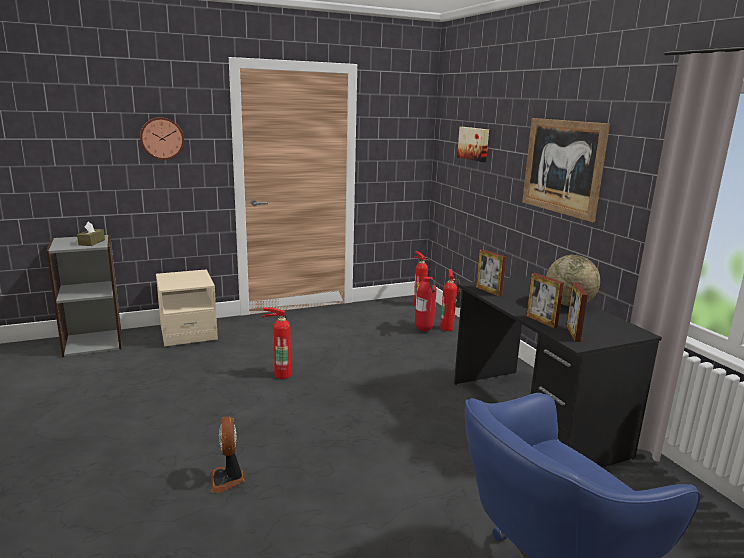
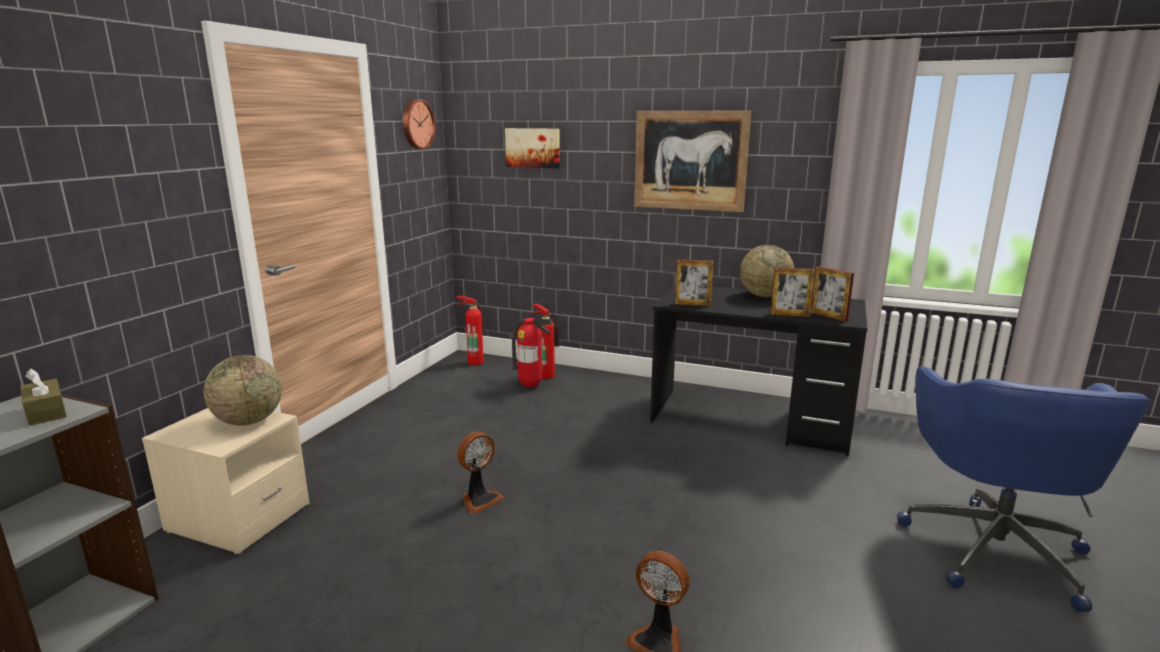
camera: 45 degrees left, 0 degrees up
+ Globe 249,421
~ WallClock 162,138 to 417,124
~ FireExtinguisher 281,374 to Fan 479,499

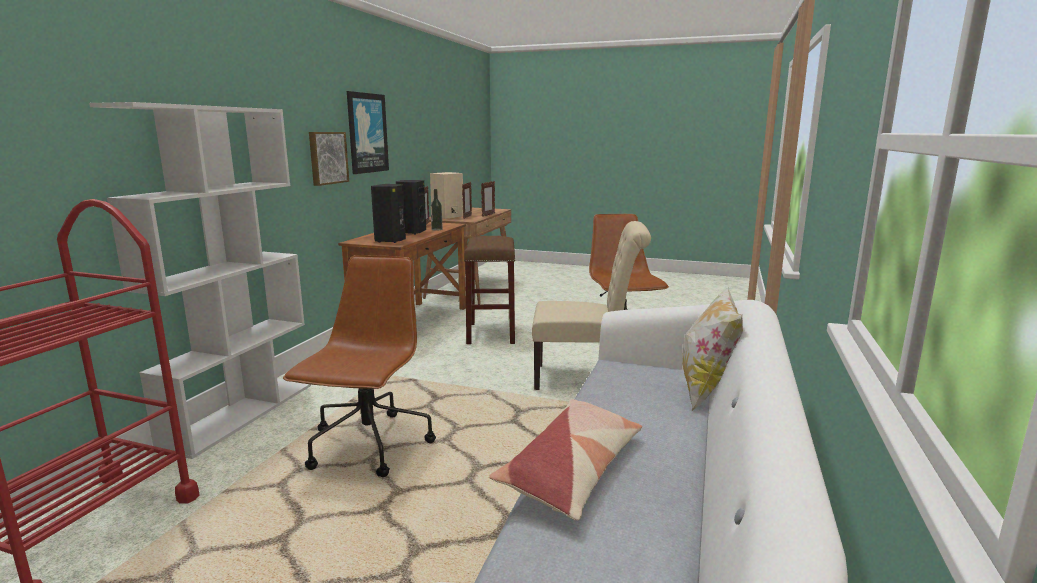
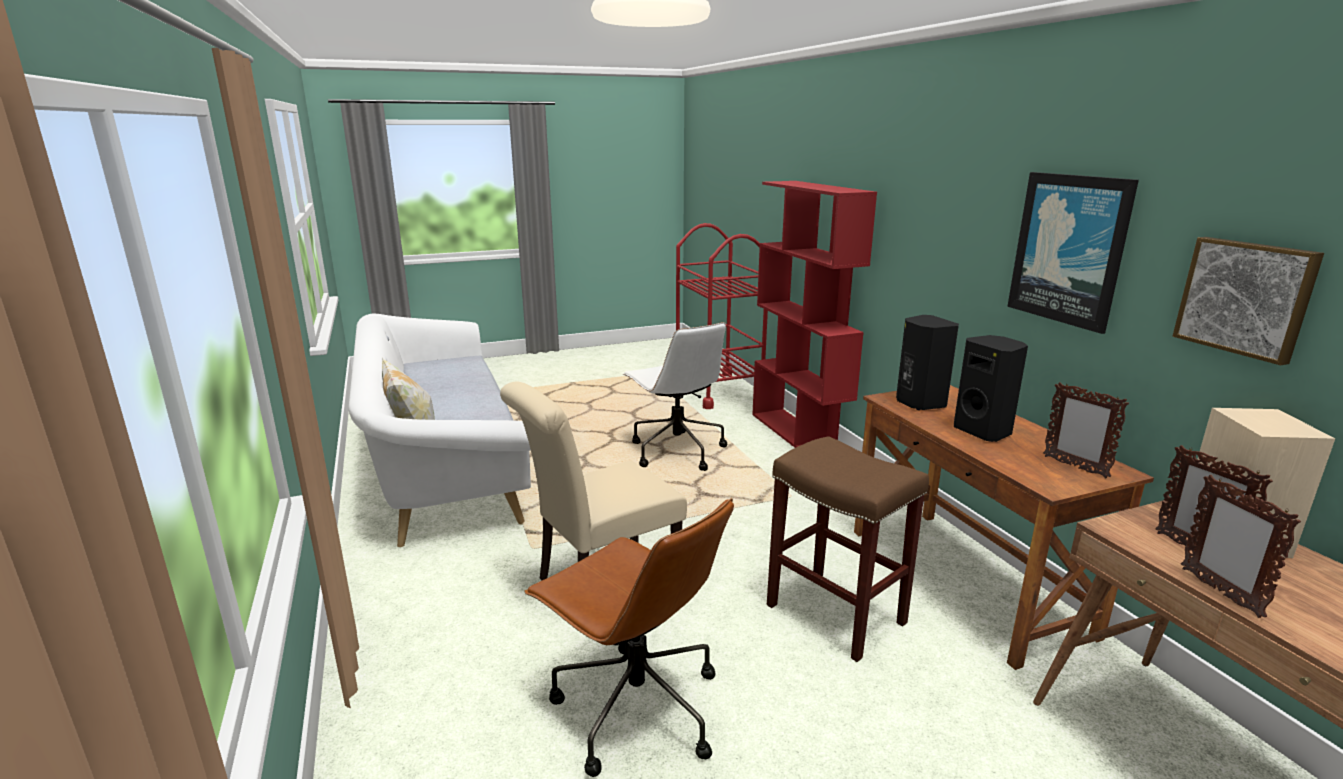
camera: 140 degrees right, 5 degrees up
- Bottle 437,229
- Pillow 573,469
~ Picture 327,158 to 1246,297
~ WhiteBookcase 241,414 to RedBookcase 799,435
~ BrownOfficeChair 369,446 to WhiteOfficeChair 676,451

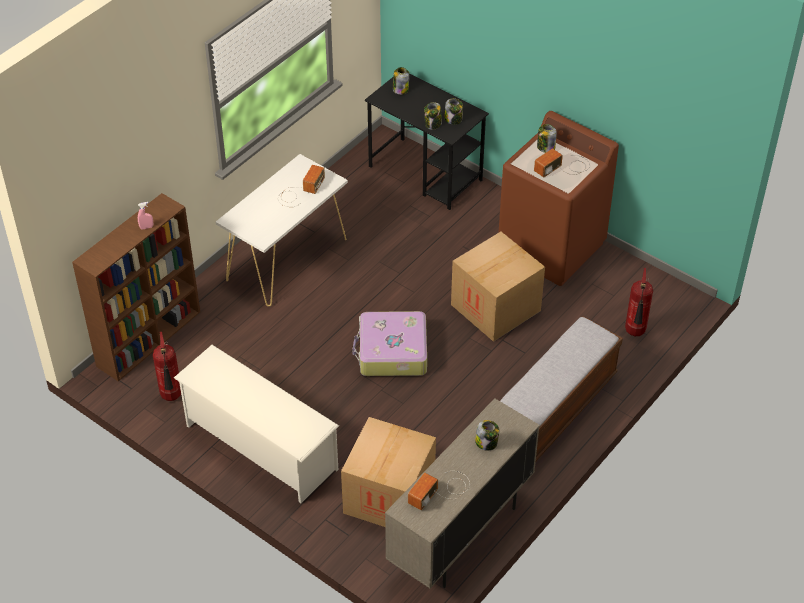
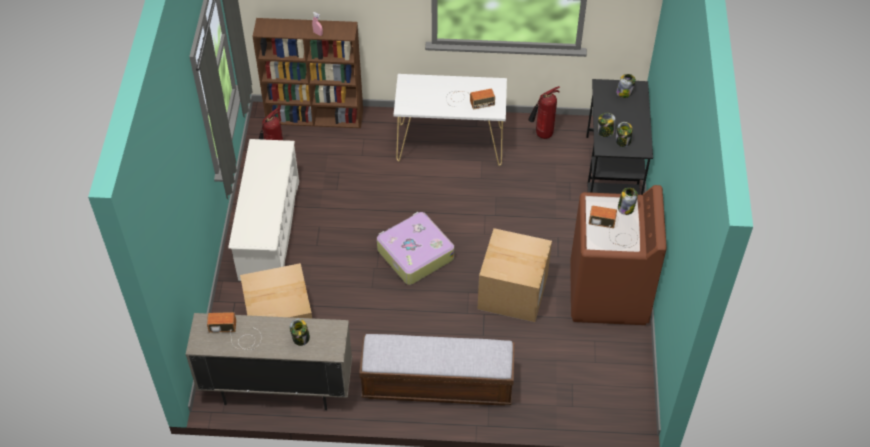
camera: 55 degrees right, 5 degrees up
~ FireExtinguisher 635,333 to 542,135

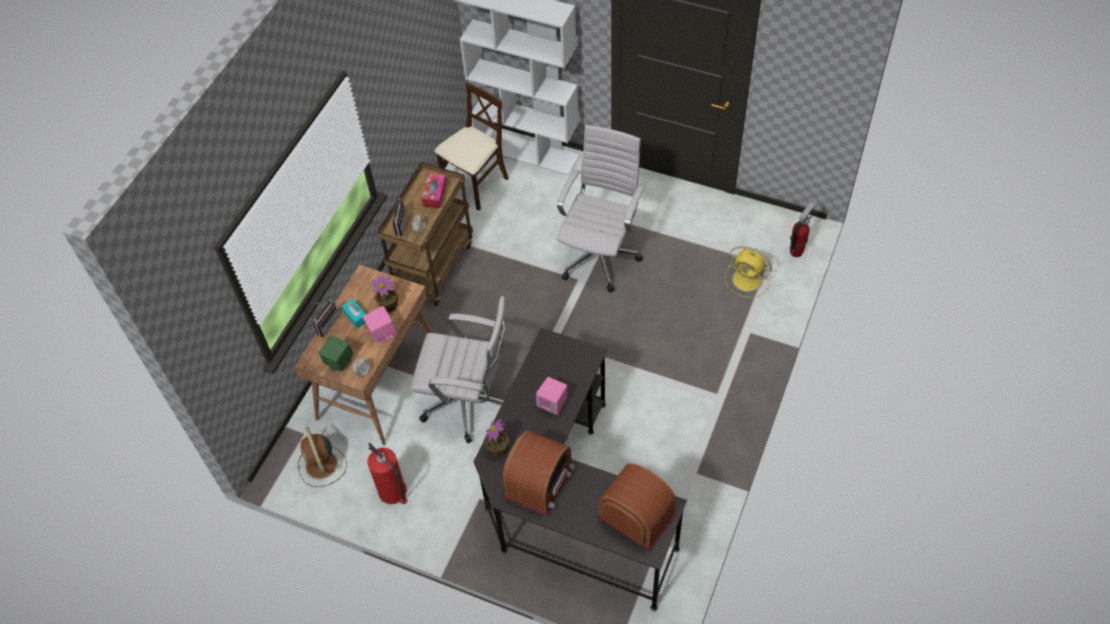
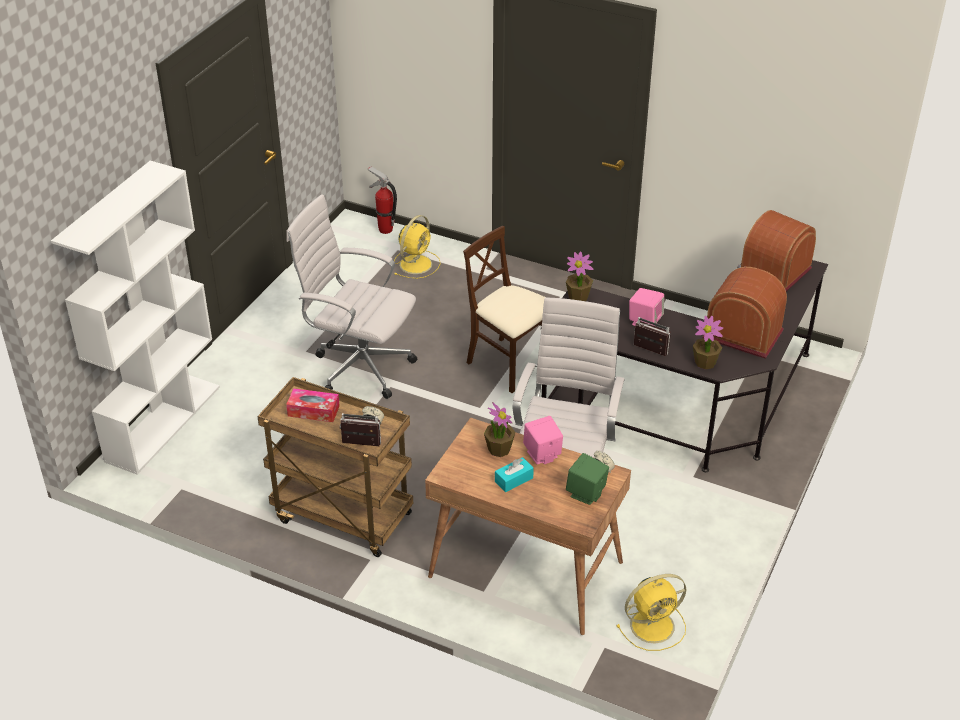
camera: 90 degrees left, 15 degrees down
- FireExtinguisher 393,492
+ PottedPlant 578,297
~ Radio 325,324 to 648,351
~ BeigeChair 476,185 to 509,364
~ BrownFan 322,466 to YellowFan 654,625

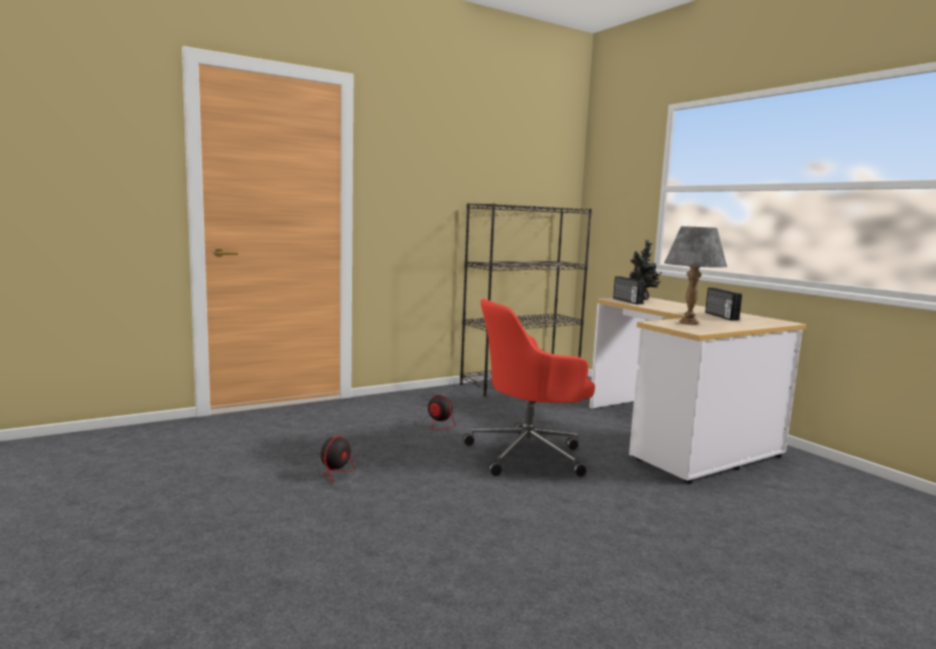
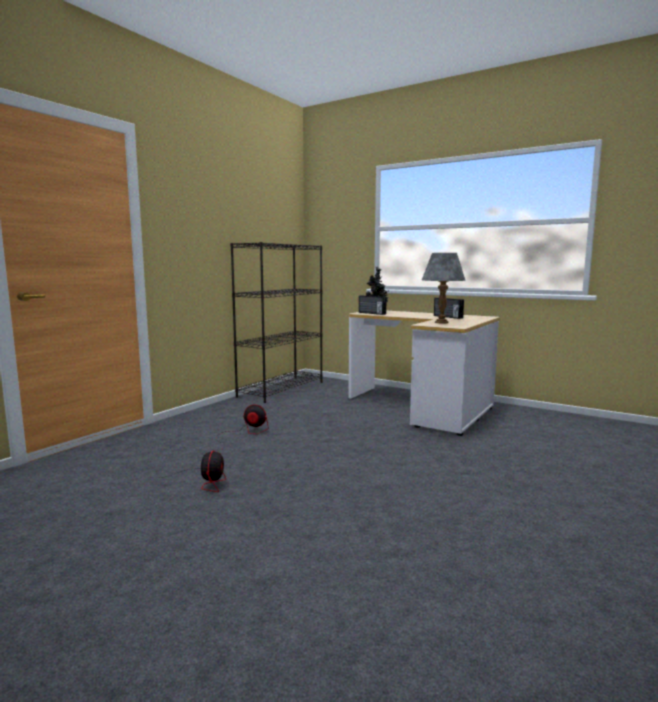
camera: 25 degrees left, 0 degrees up
- RedOfficeChair 528,454

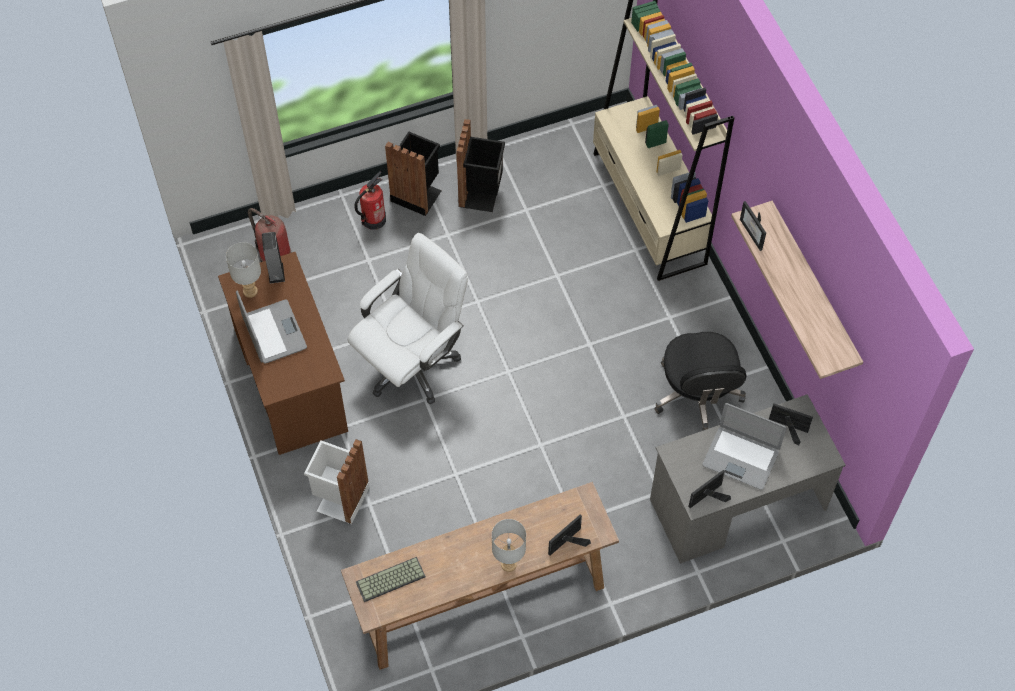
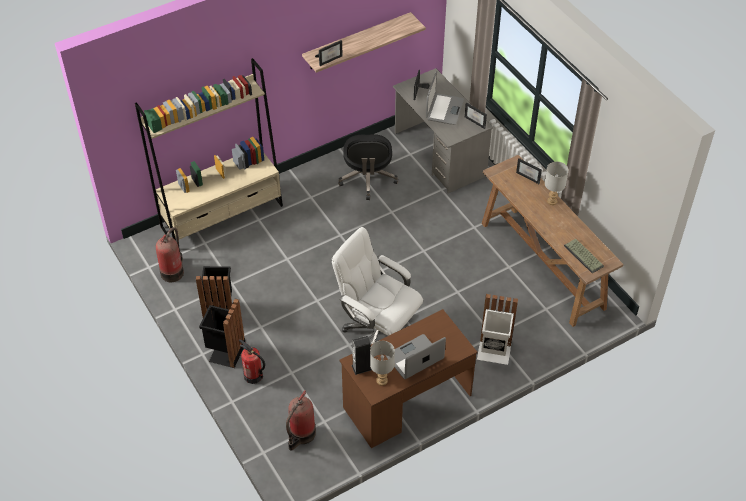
camera: 100 degrees left, 10 degrees down
+ FireExtinguisher 173,271
~ BlackOfficeChair 697,395 = 367,178 105 degrees clockwise

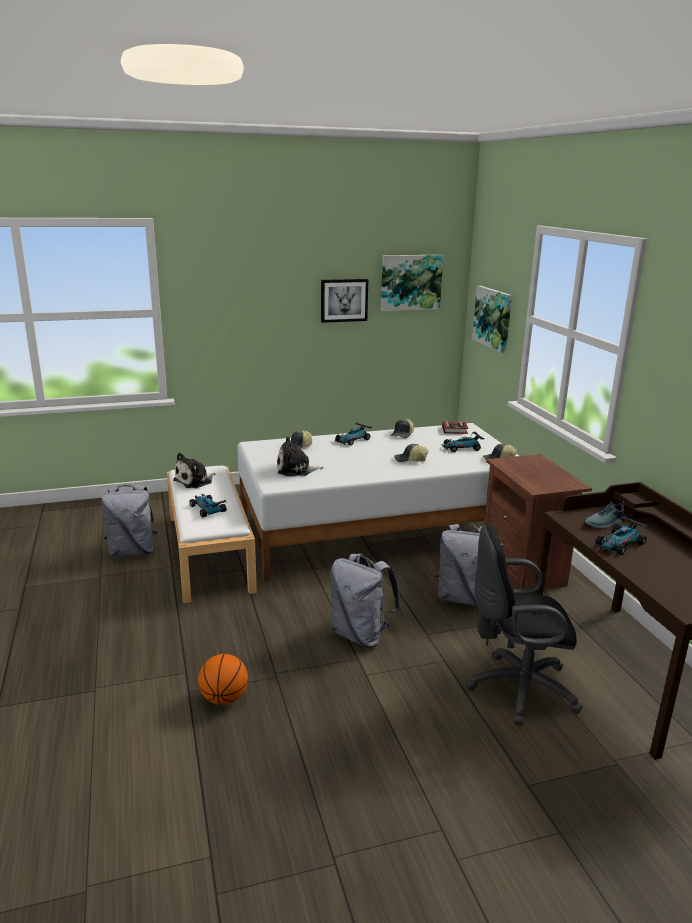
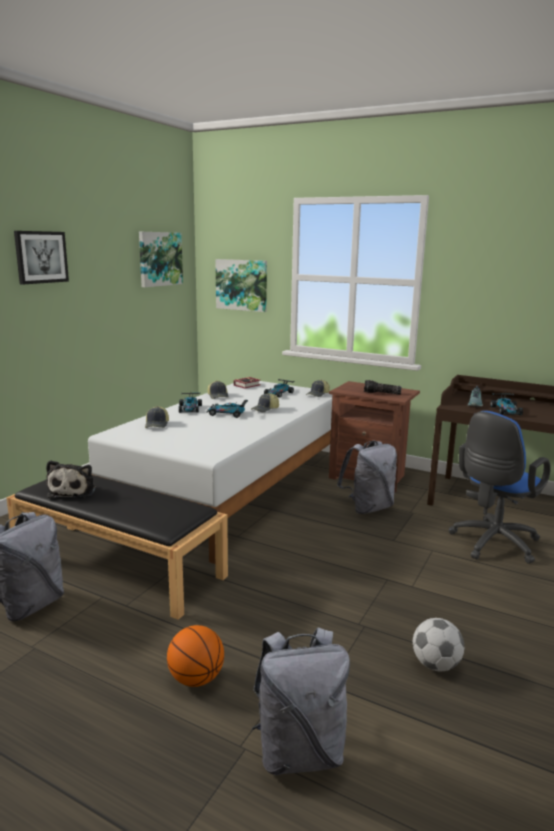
camera: 45 degrees left, 5 degrees down
- PlushToy 296,469
+ Flashlight 381,393
+ Football 436,665
~ ToyCar 207,509 to 227,414
~ Basketball 224,698 to 196,678
~ Picture 344,300 to 41,257
~ GreyBackpack 361,635 to 299,752
~ WhiteBench 210,552 to BlackBench 120,566
~ BlackOfficeChair 516,688 to BlueOfficeChair 492,544

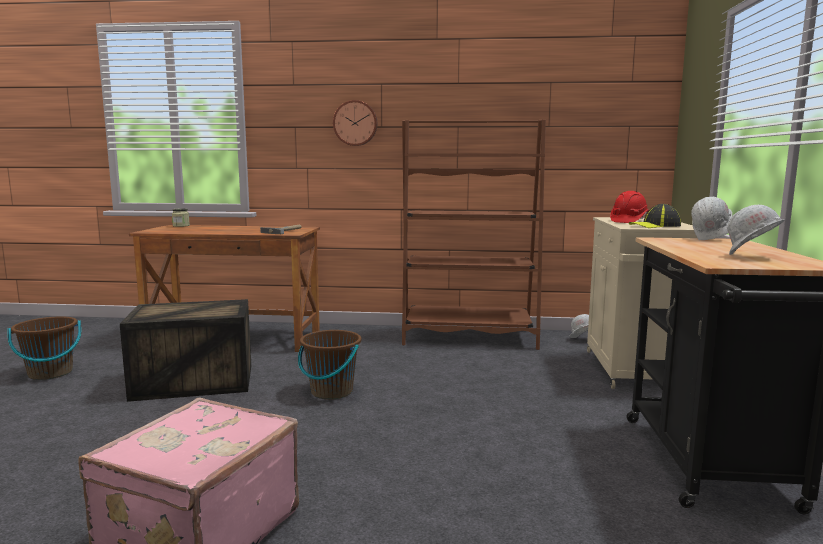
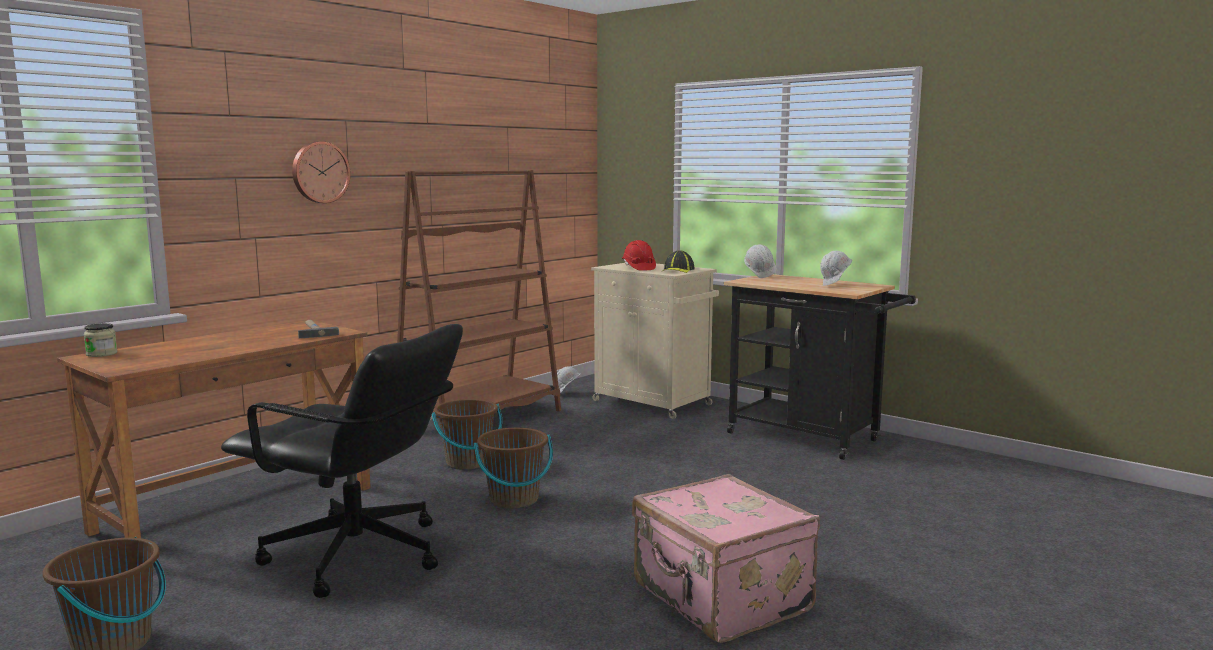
camera: 55 degrees left, 0 degrees up
+ BrownBucket 468,463
~ Crate 192,382 to BlackOfficeChair 357,556

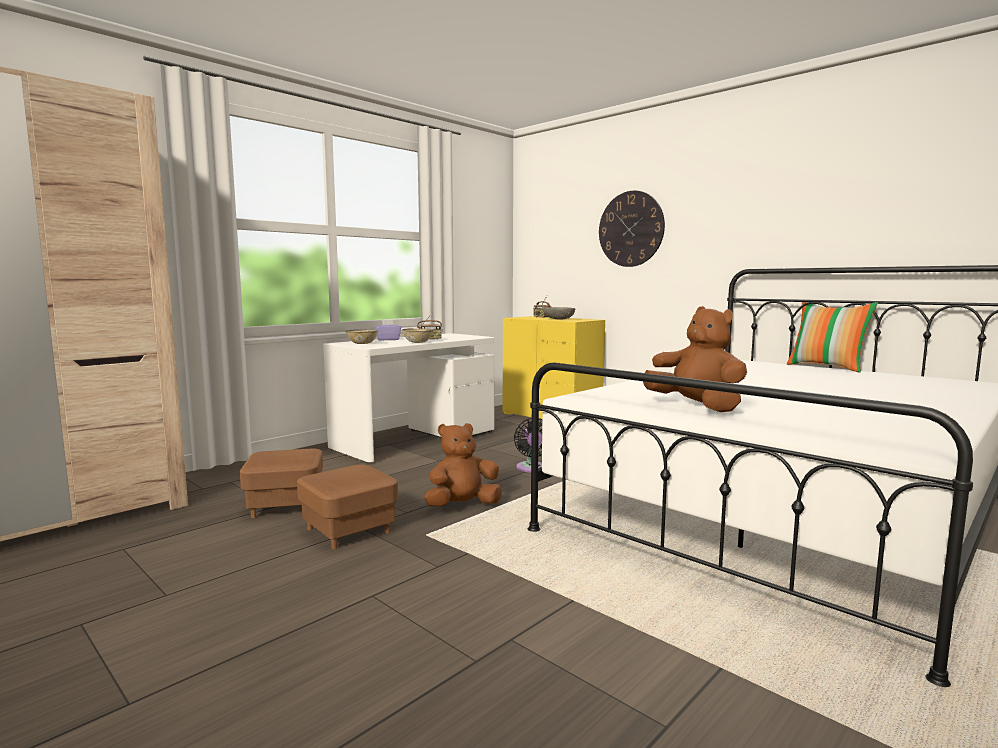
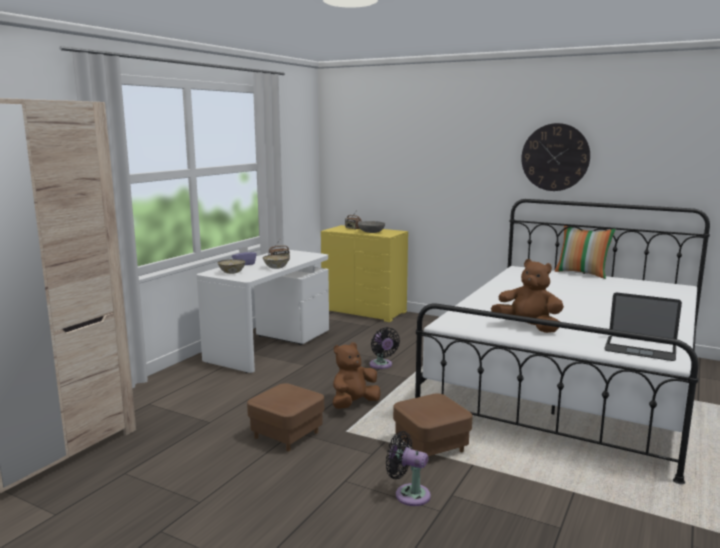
camera: 15 degrees left, 5 degrees up
+ BlackFan 408,494
+ Laptop 640,348
~ BrownOttoman 285,505 to 431,447
~ WallClock 631,229 to 555,157

